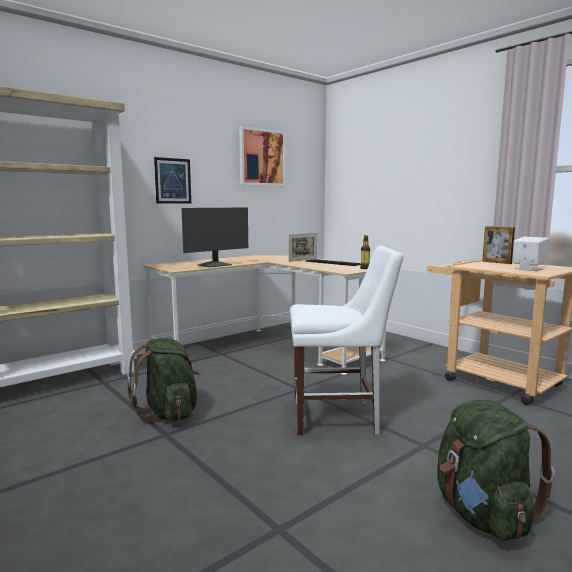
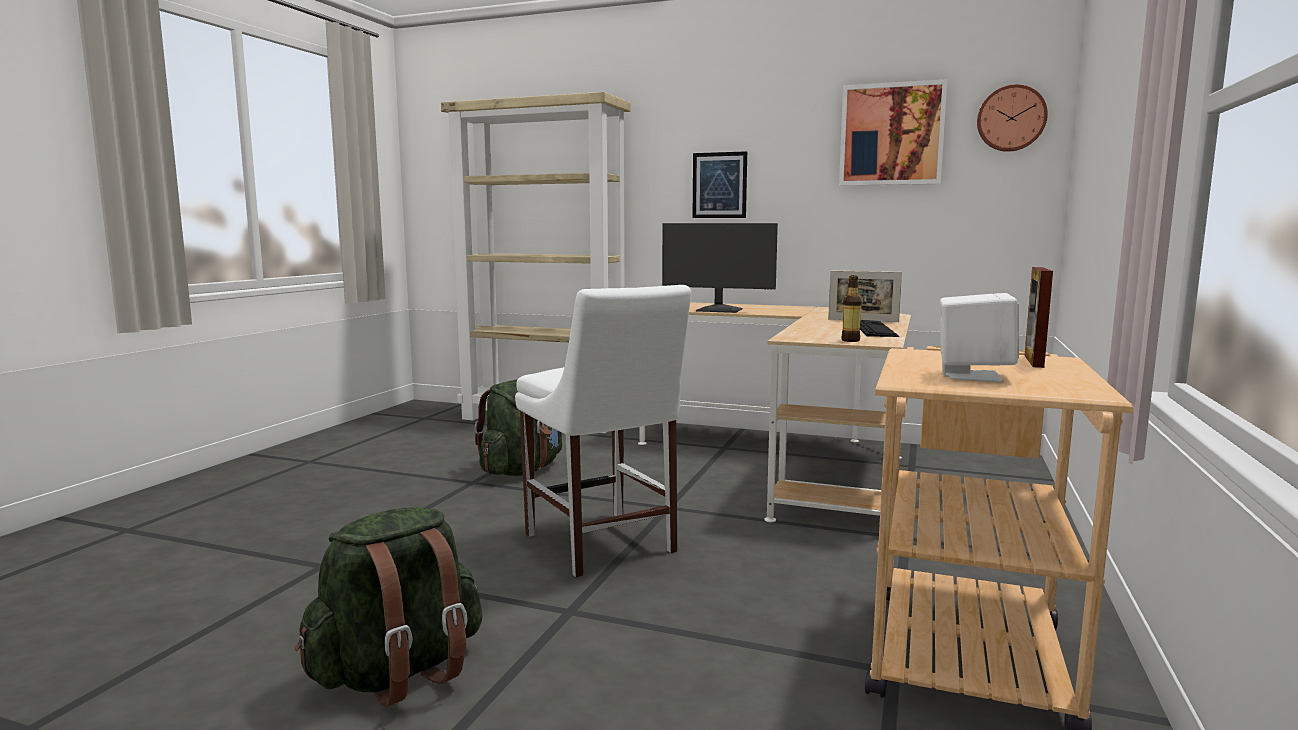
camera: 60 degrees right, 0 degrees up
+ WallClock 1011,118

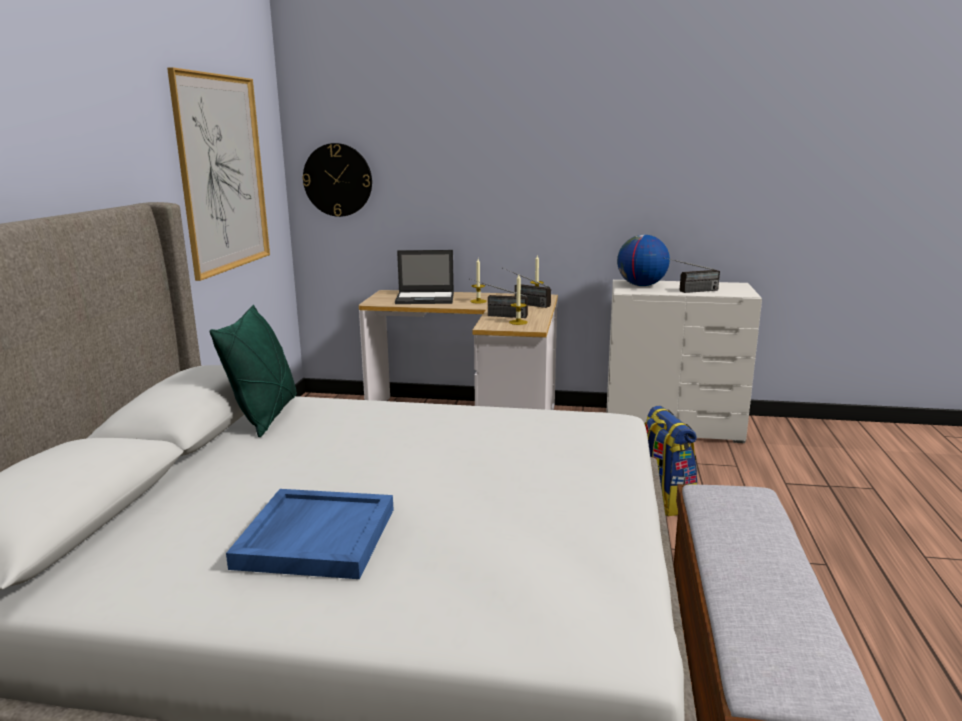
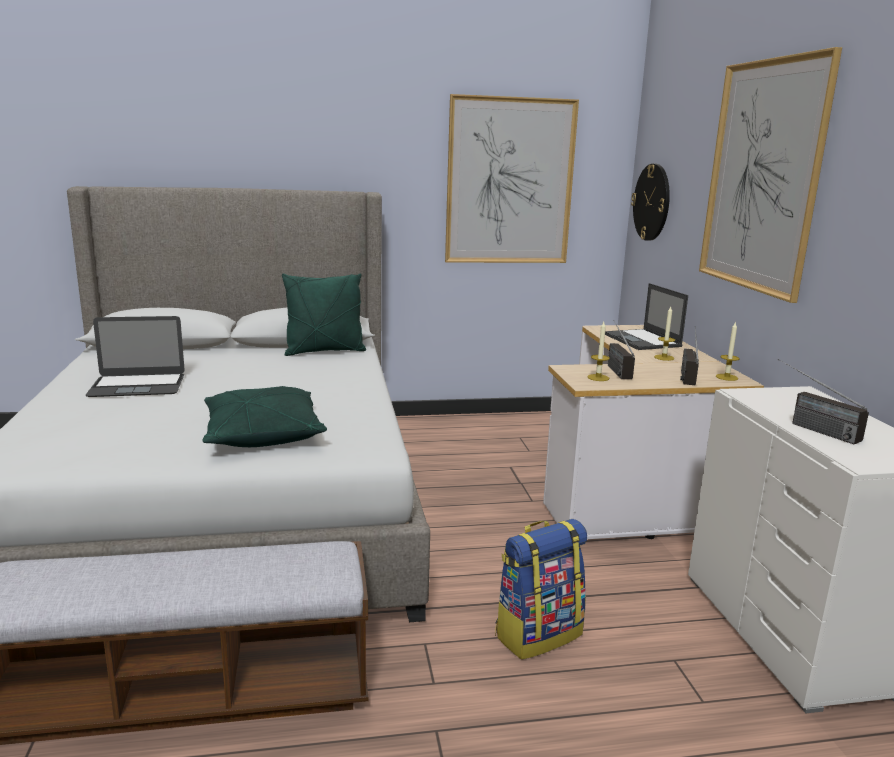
camera: 70 degrees right, 0 degrees up
- Globe 641,285
+ GreenPillow 262,435
+ Picture 762,176
~ BlueTray 315,537 to Laptop 137,385

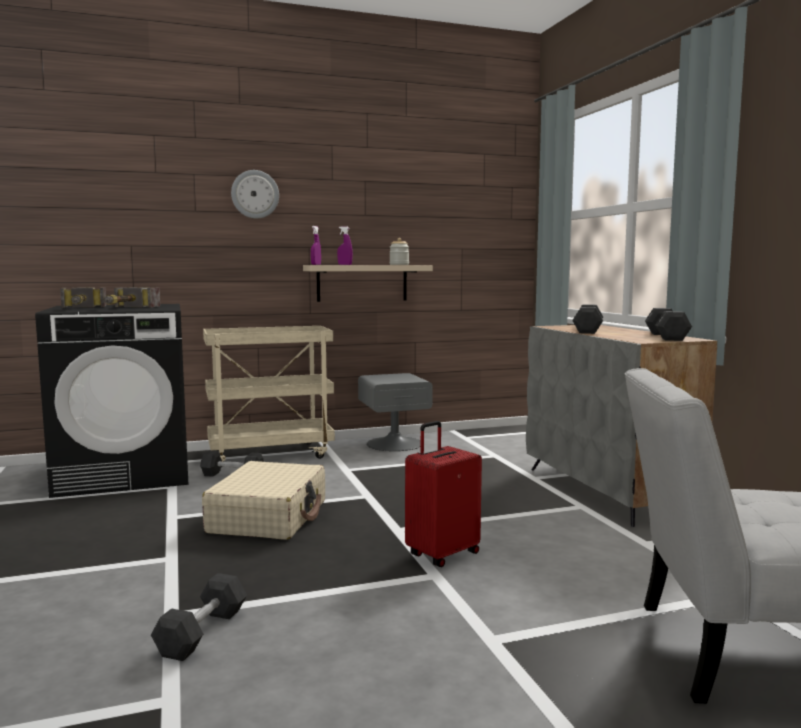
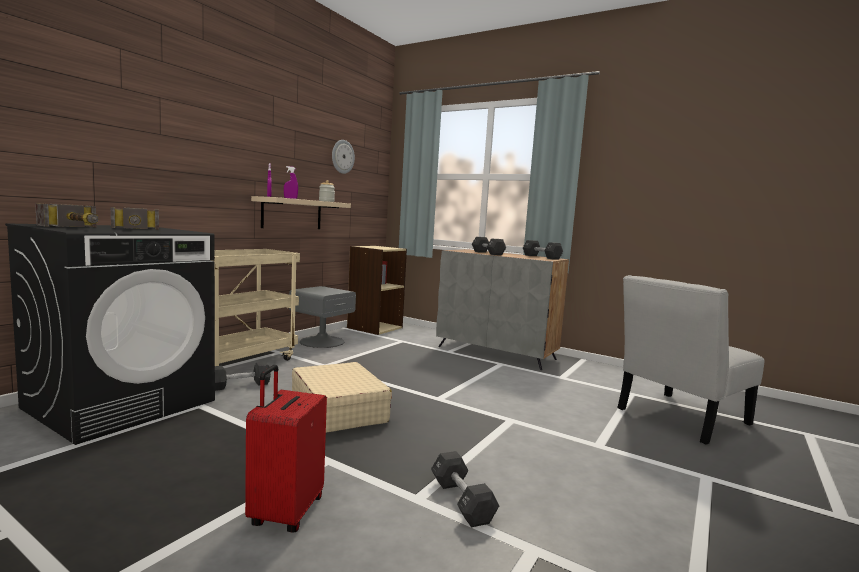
camera: 40 degrees left, 0 degrees up
+ BeigeBookcase 374,327
~ WallClock 255,194 to 342,156
~ RedSuitcase 442,554 to 285,512

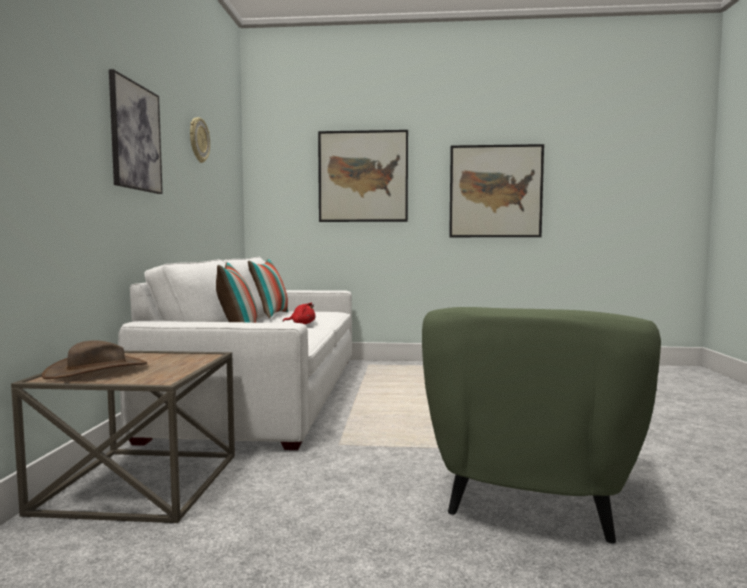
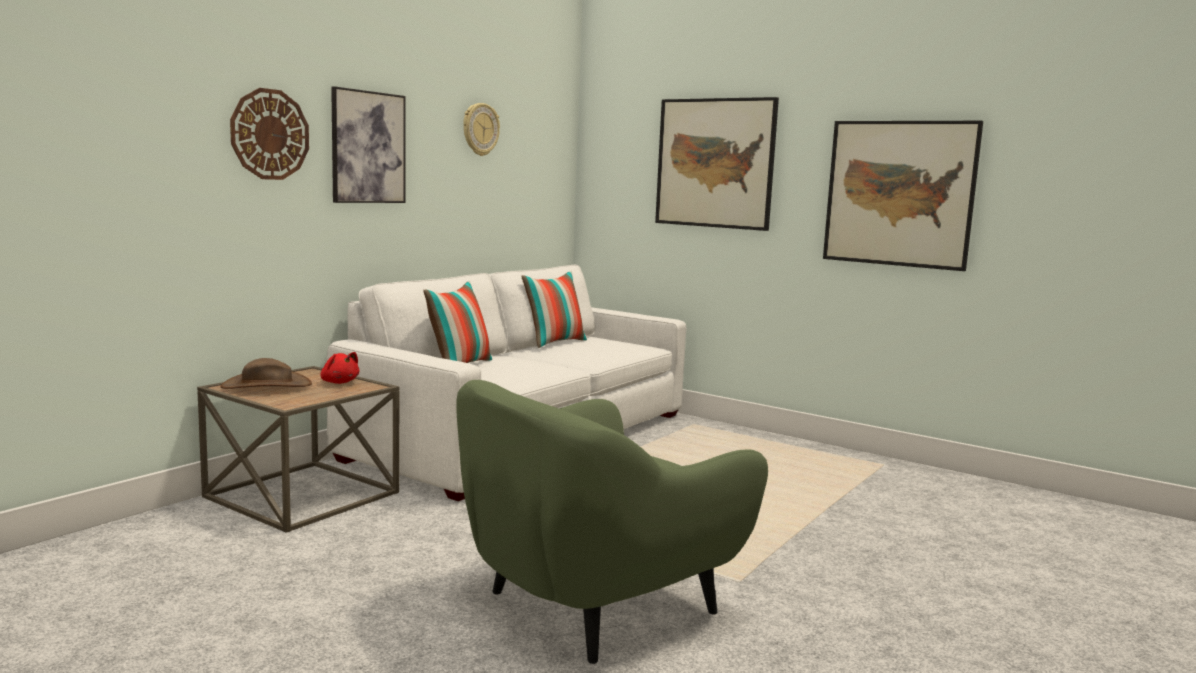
camera: 30 degrees right, 5 degrees up
+ WallClock 270,134
~ RedPlushToy 301,324 to 339,382

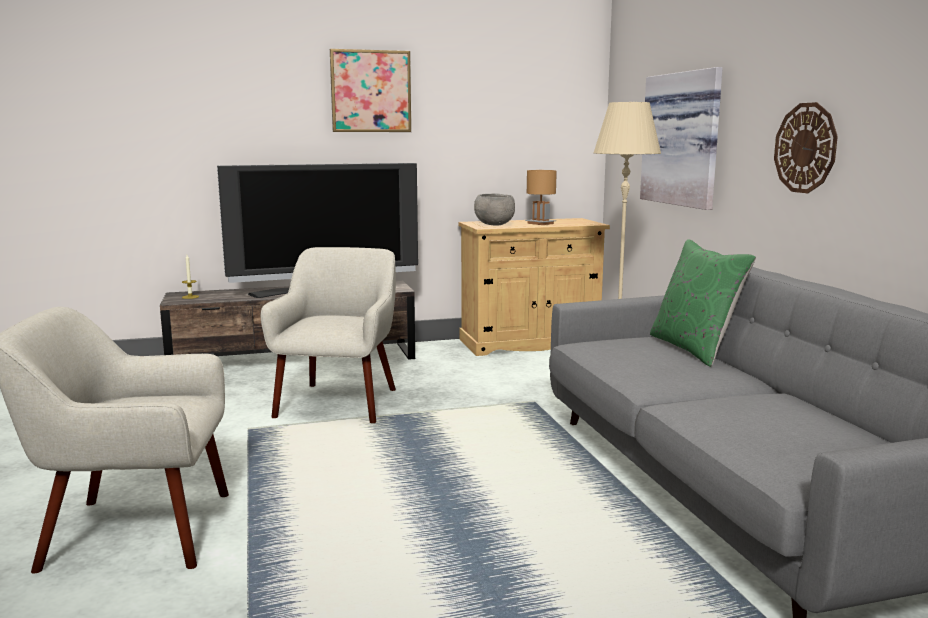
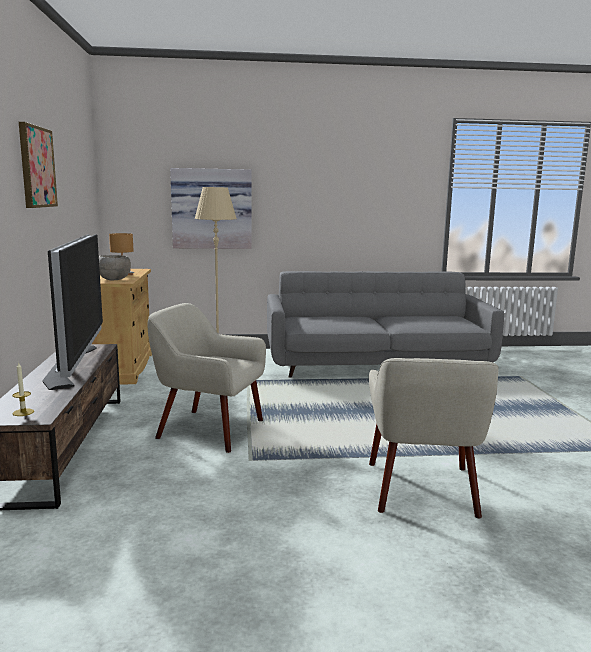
camera: 80 degrees left, 0 degrees up
- GreenPillow 694,349
- WallClock 805,148

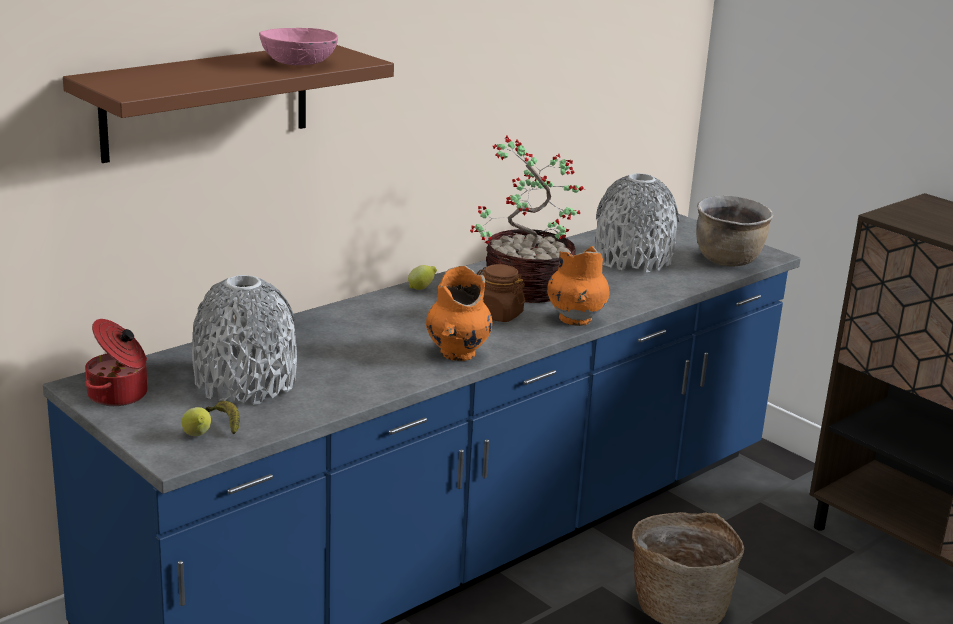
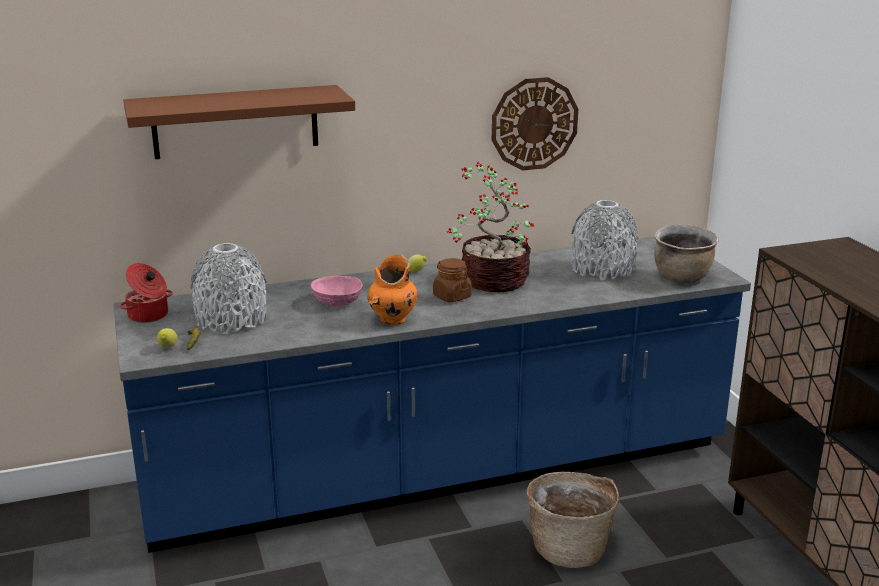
camera: 25 degrees right, 0 degrees up
- OrangeVase 575,319
+ WallClock 534,124
~ PinkBowl 299,63 to 337,302

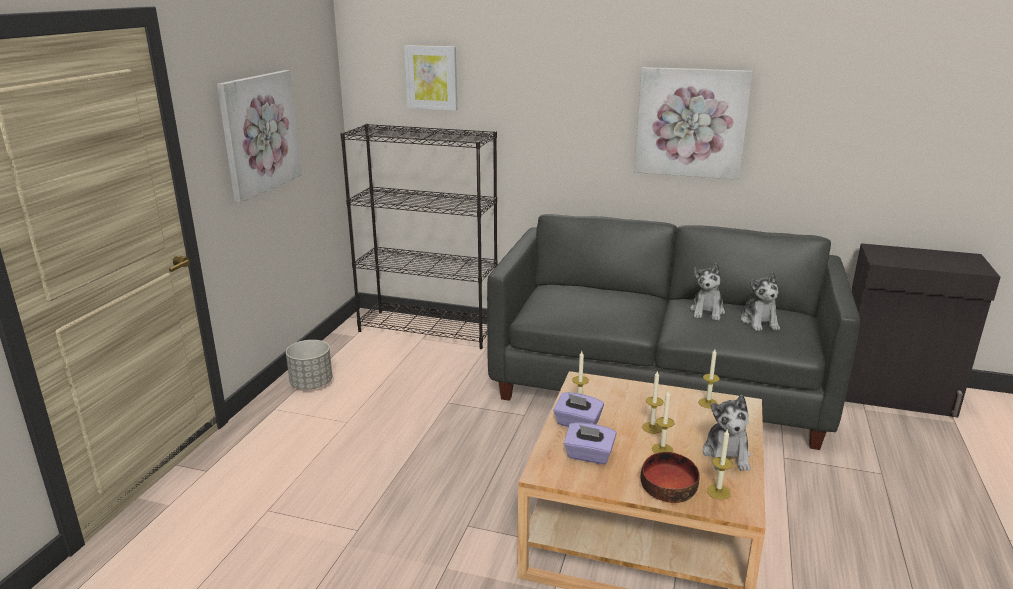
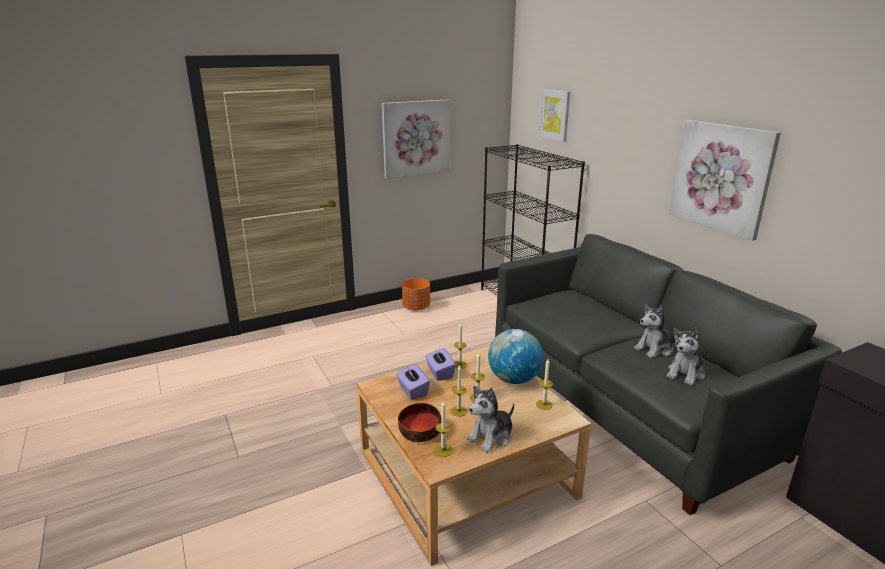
camera: 45 degrees right, 0 degrees up
+ Globe 513,379
~ GreyPlanter 312,384 to OrangePlanter 416,307

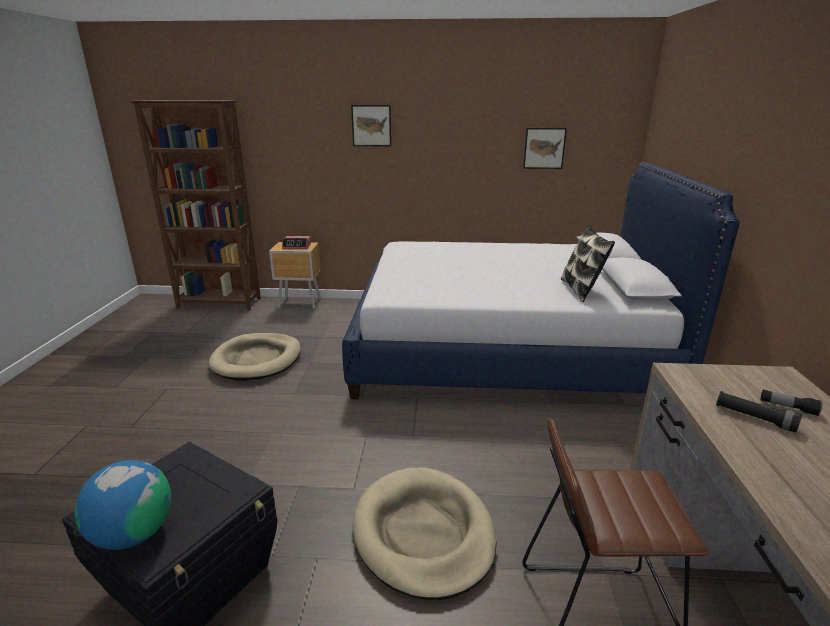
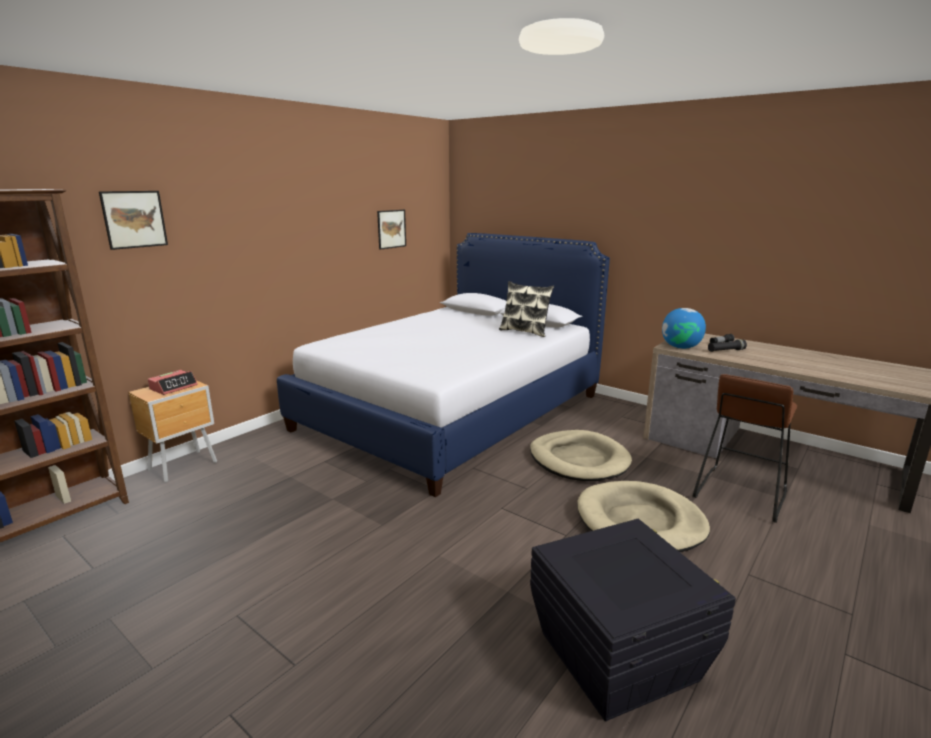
camera: 55 degrees left, 5 degrees down
~ Globe 133,534 to 681,347
~ BeigeDogBed 257,360 to 578,459
~ Picture 371,125 to 134,219

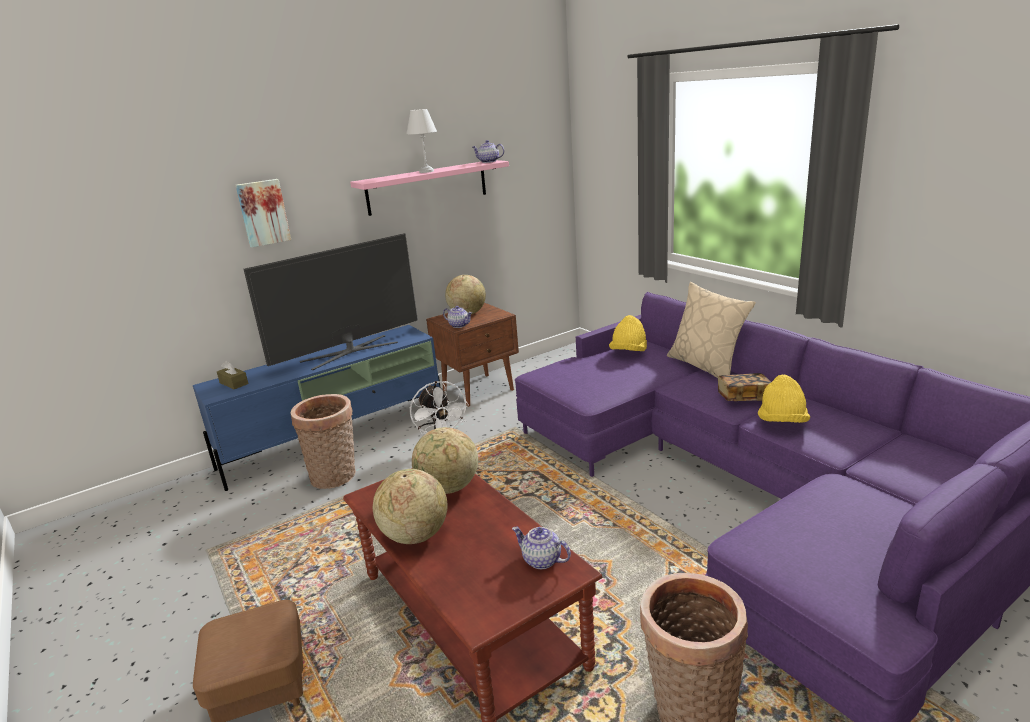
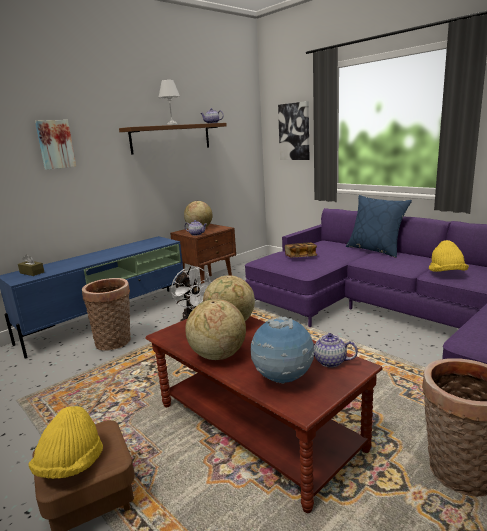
camera: 10 degrees left, 5 degrees down
- Television 350,351
+ Globe 283,380
+ Picture 294,131
~ YellowHat 628,352 to 71,465
~ Book 743,398 to 300,257
~ PinkShelf 427,187 to BrownShelf 171,138
~ BeigePillow 706,366 to BluePillow 375,250

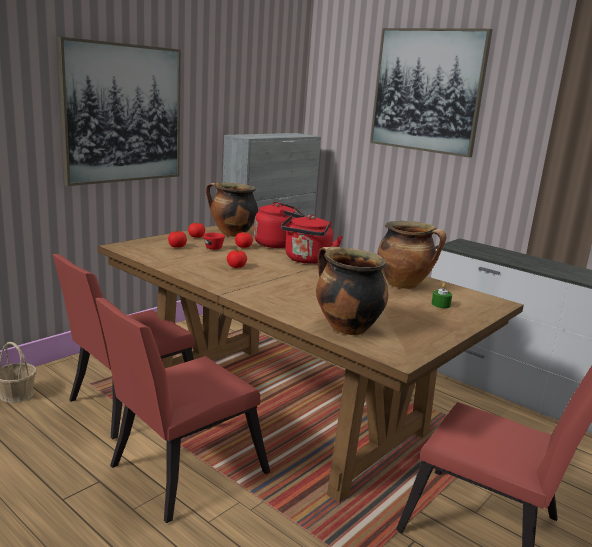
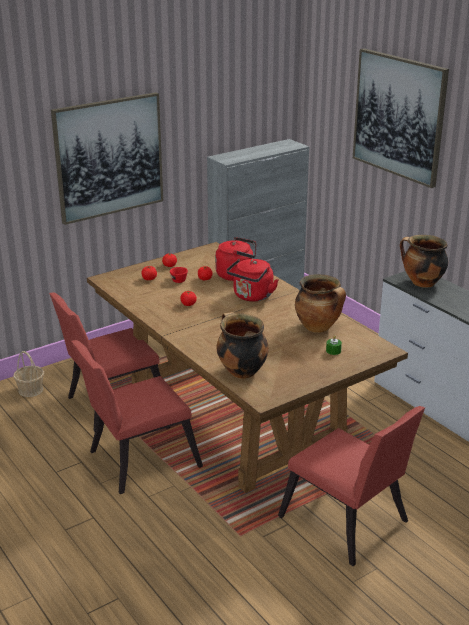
camera: 15 degrees right, 10 degrees up
~ CookingPot 231,234 to 421,283

